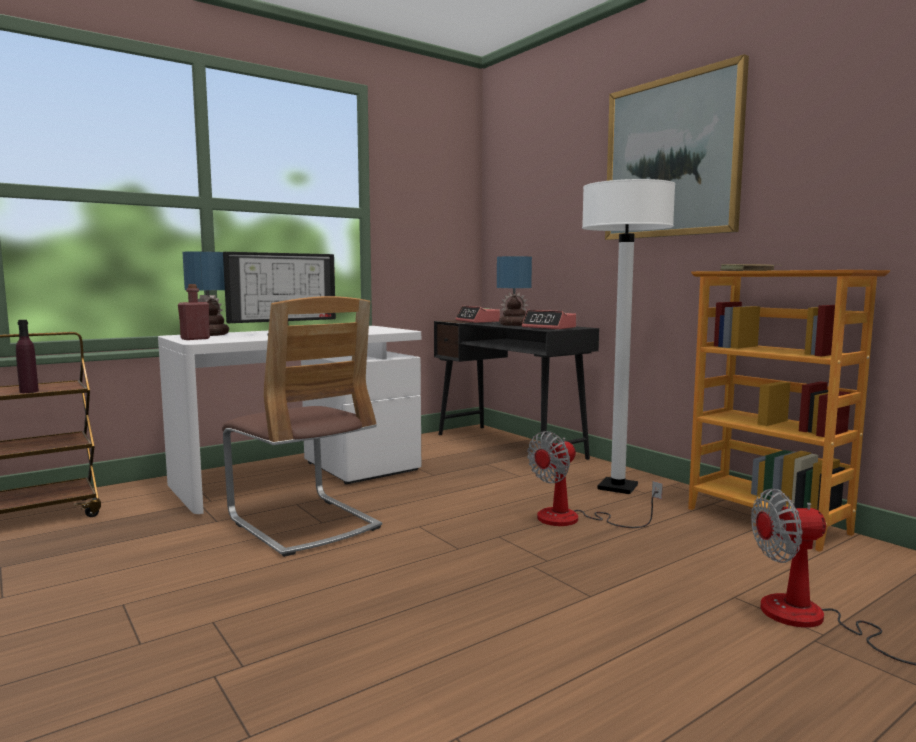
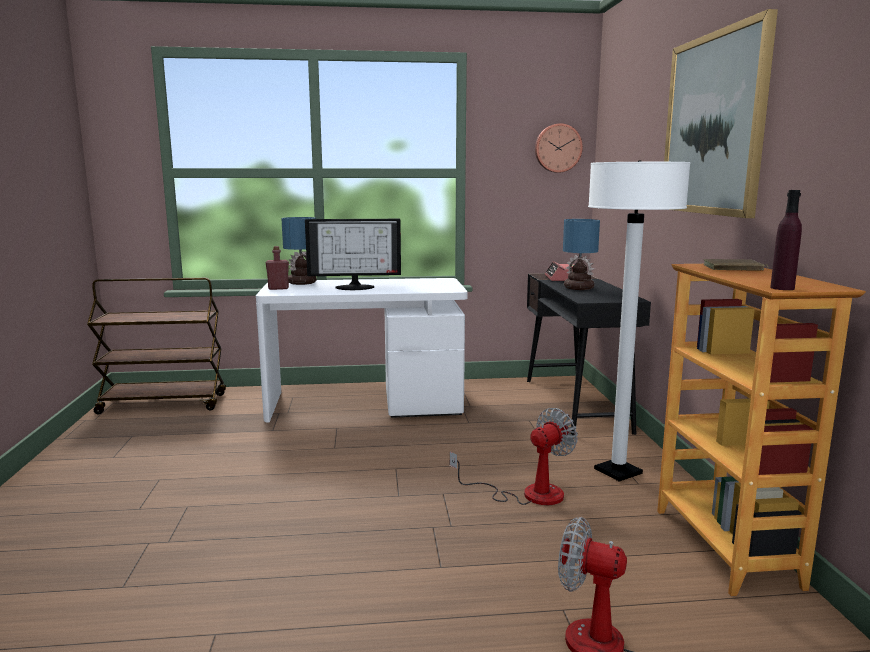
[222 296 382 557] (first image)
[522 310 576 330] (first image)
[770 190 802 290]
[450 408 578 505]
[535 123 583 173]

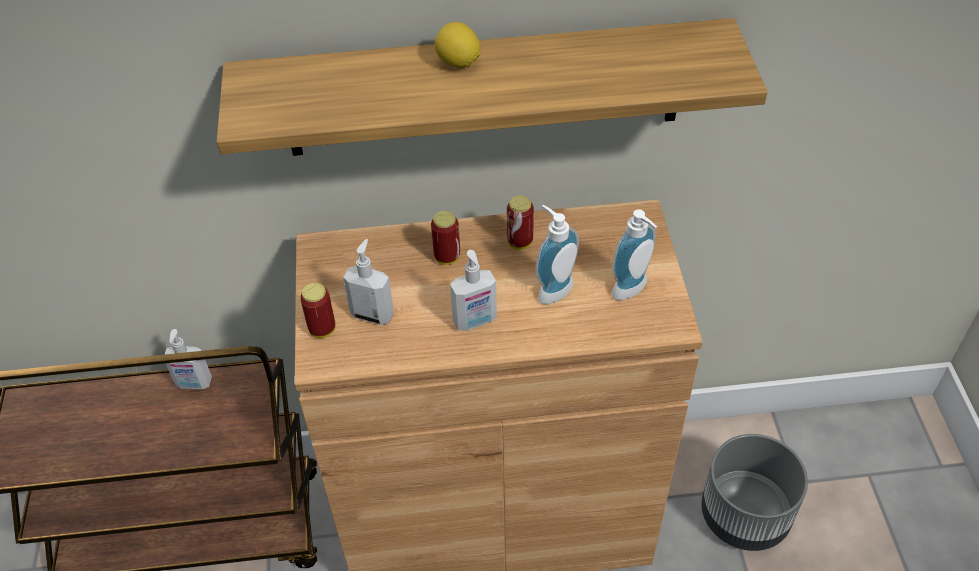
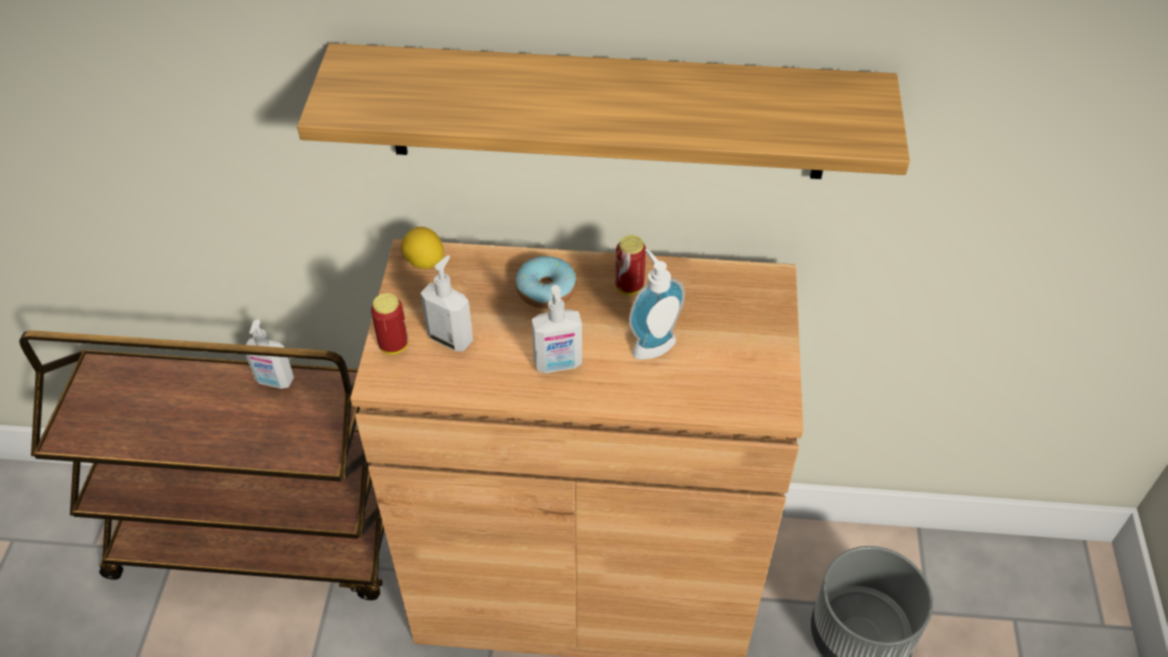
[401 227 444 269]
[612 209 657 300] (first image)
[516 256 577 309]

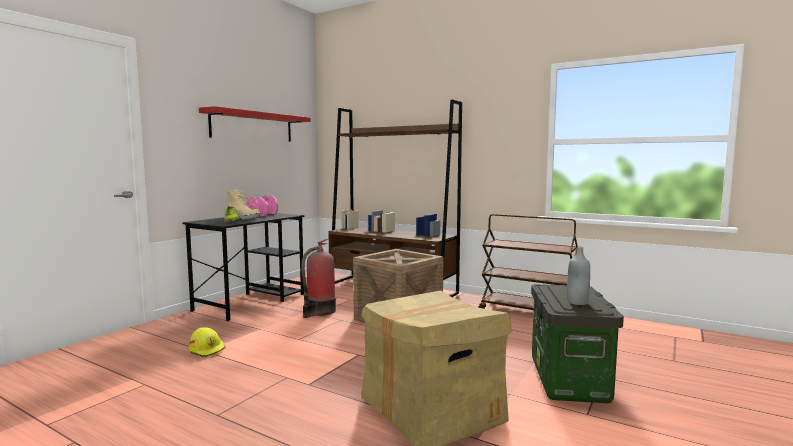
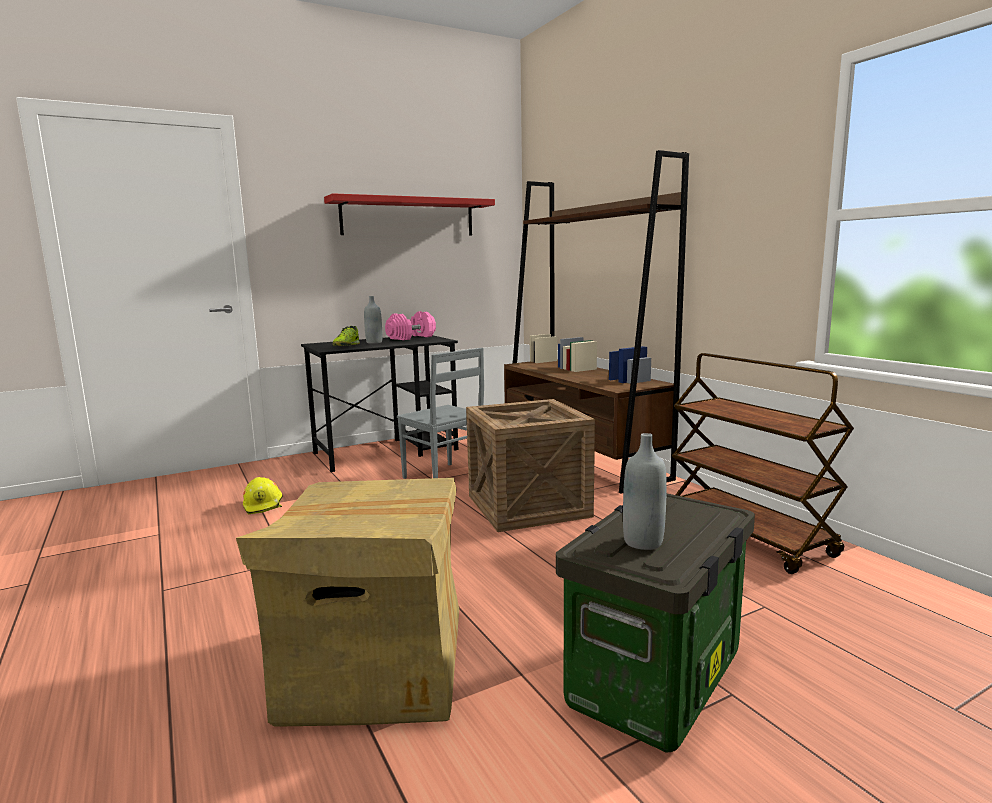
[364 296 382 344]
[397 348 484 479]

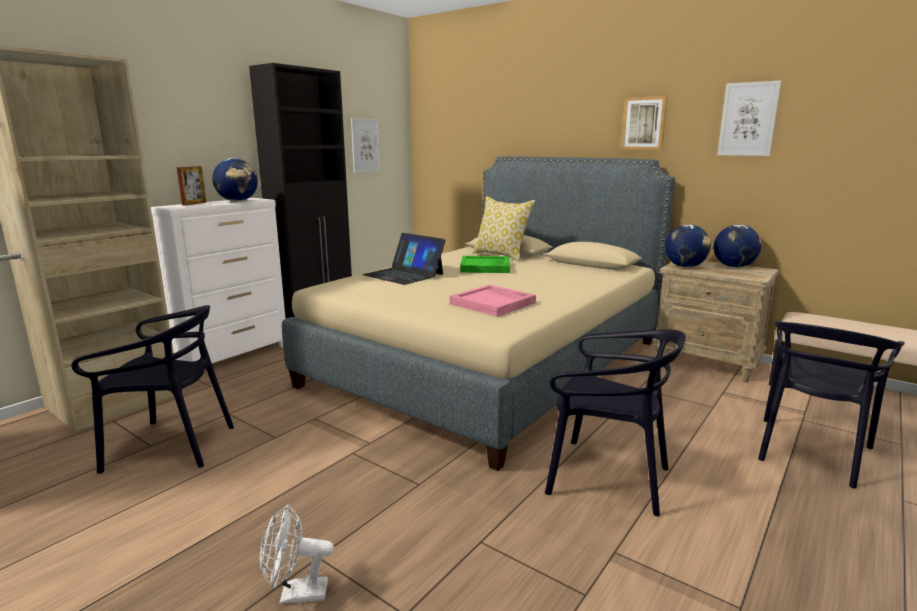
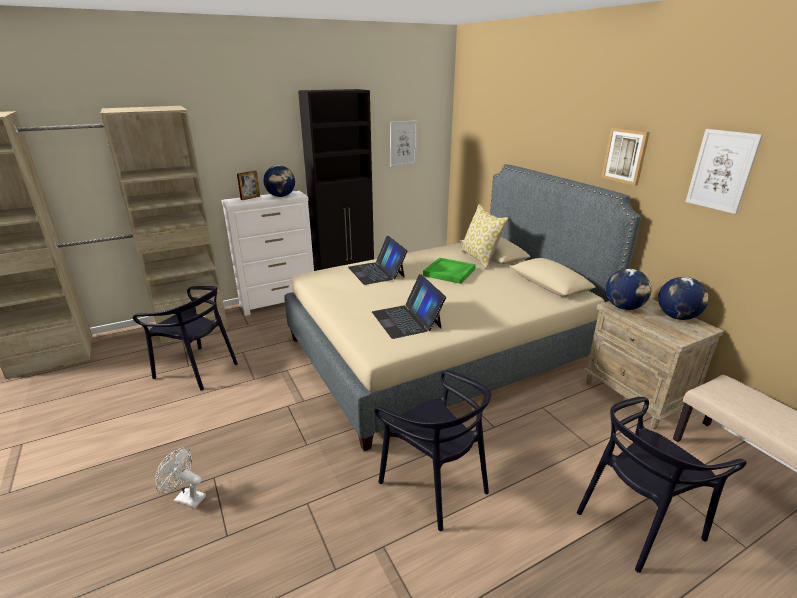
[372 274 446 339]

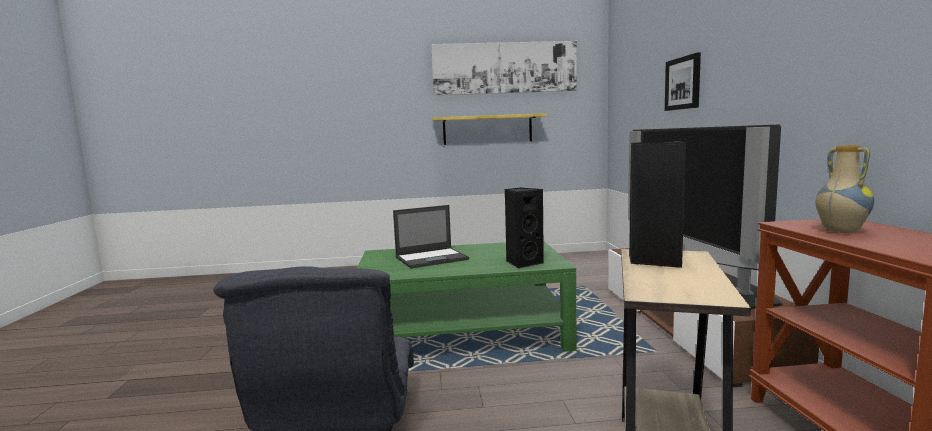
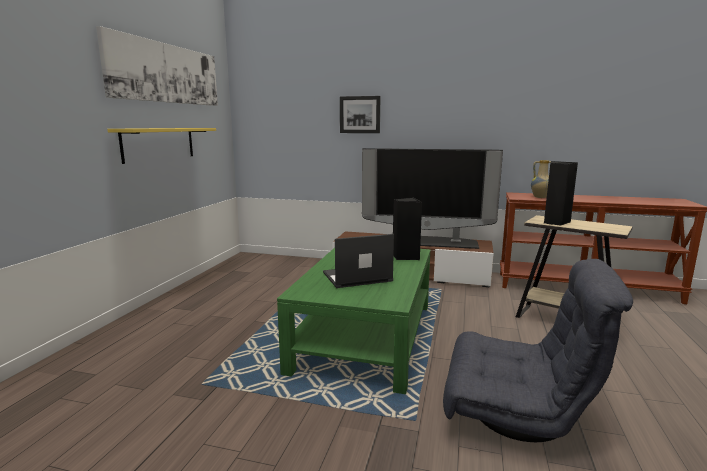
[323 234 394 288]

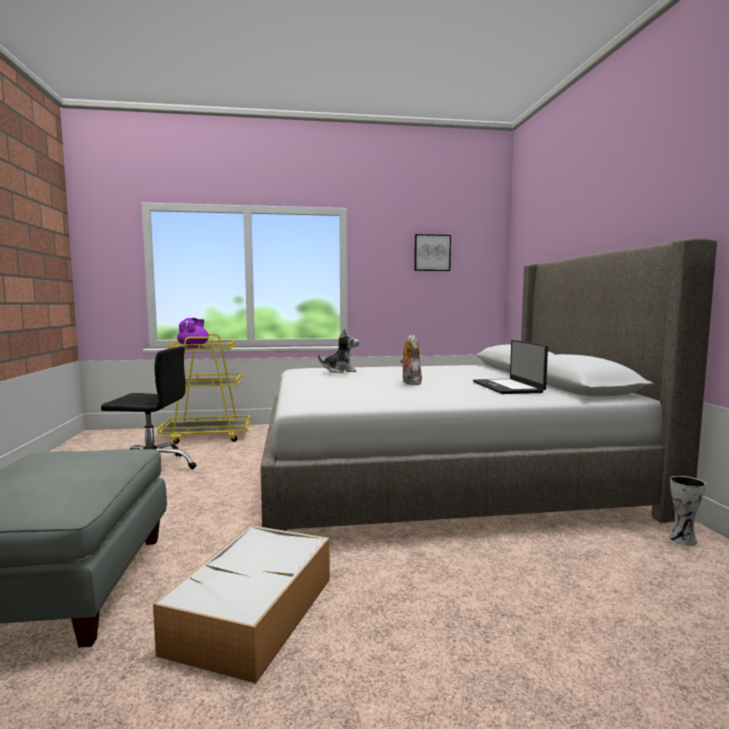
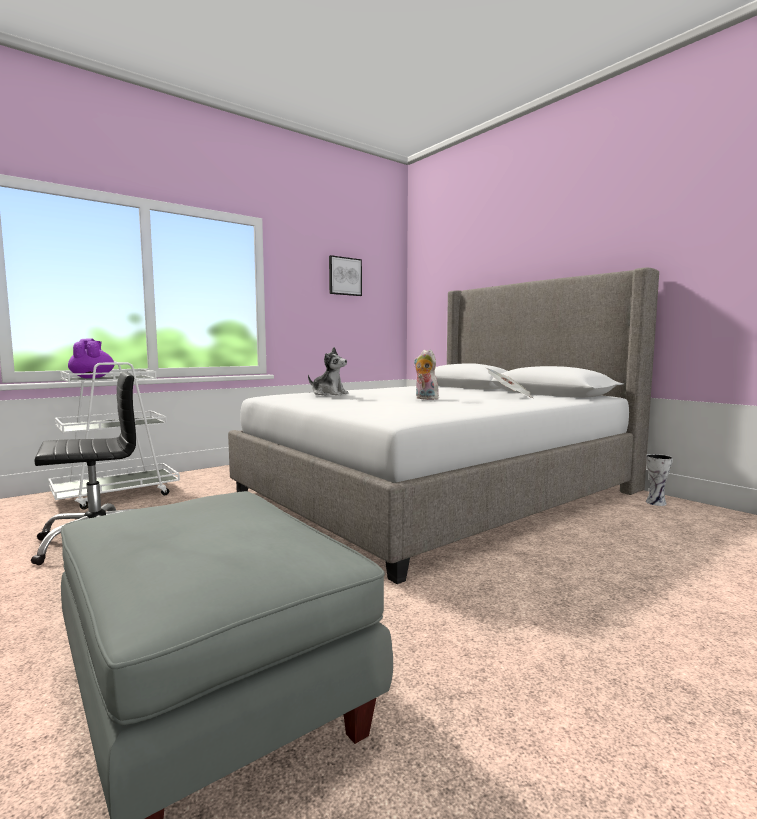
[308 347 348 395]
[48 361 180 509]
[486 368 533 398]
[153 525 330 683] (first image)

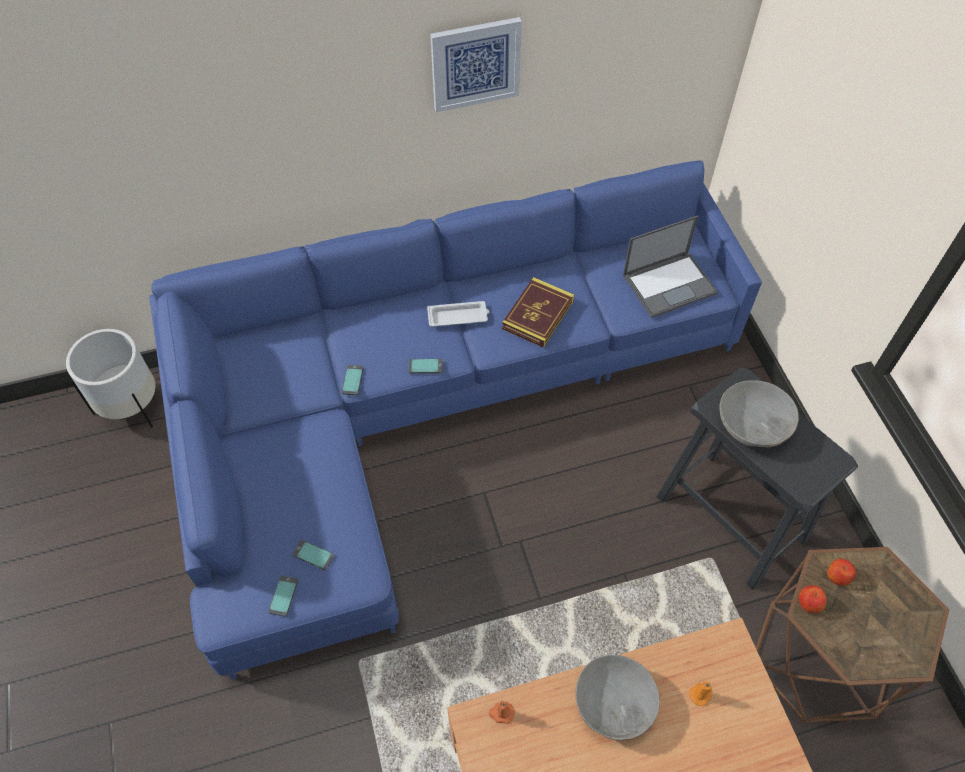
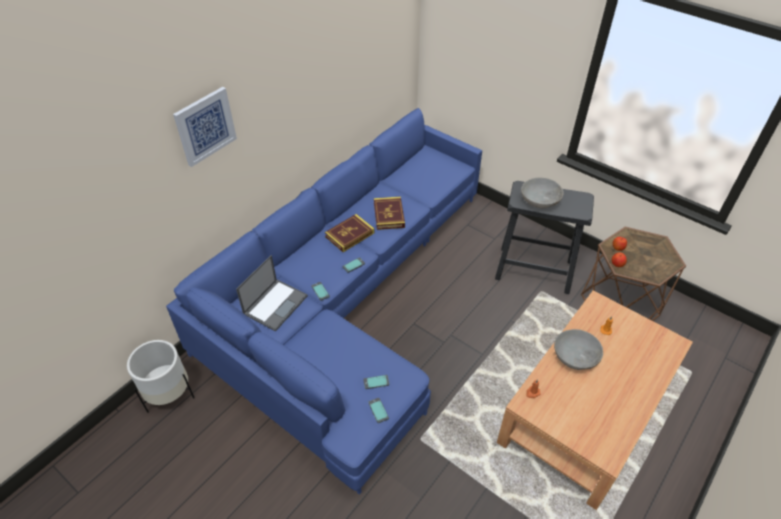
[173 87 237 167]
[236 255 308 332]
[325 214 374 252]

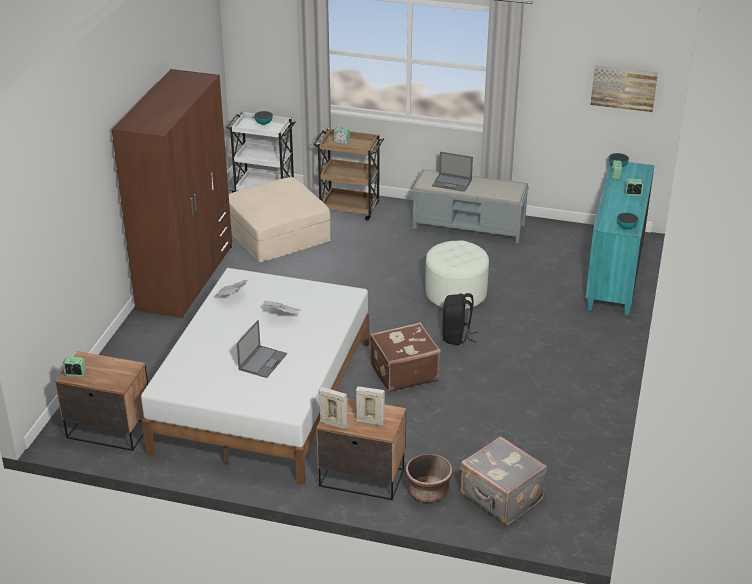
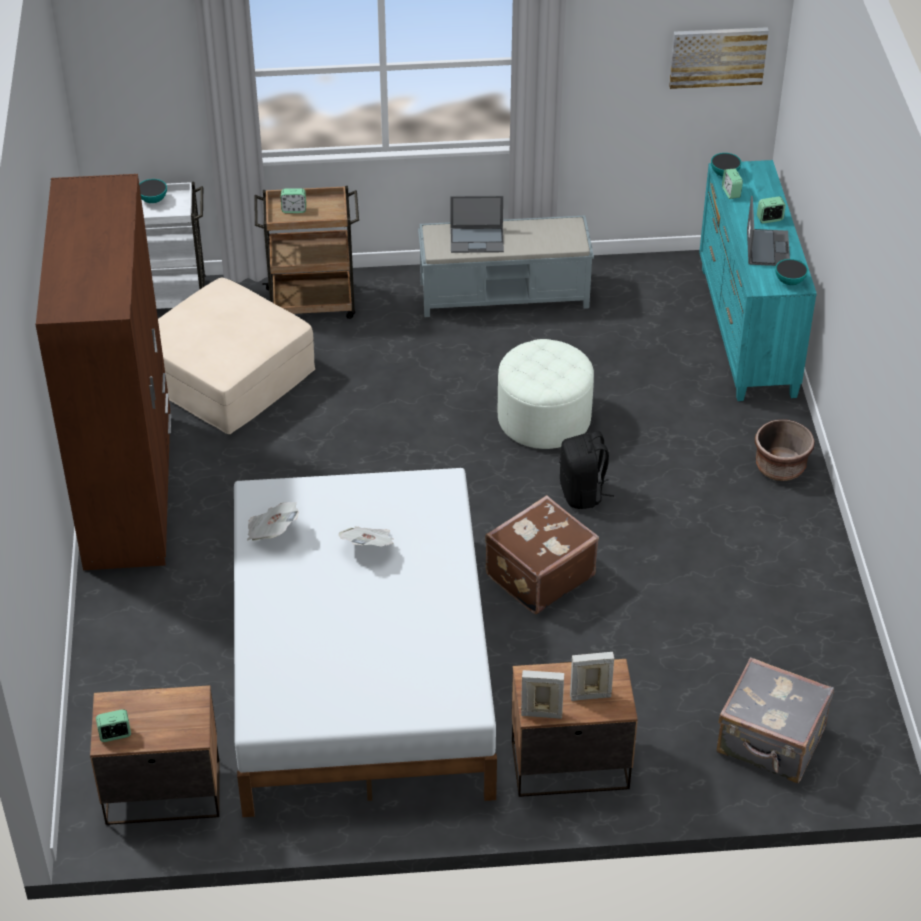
[747 196 790 266]
[755 419 815 481]

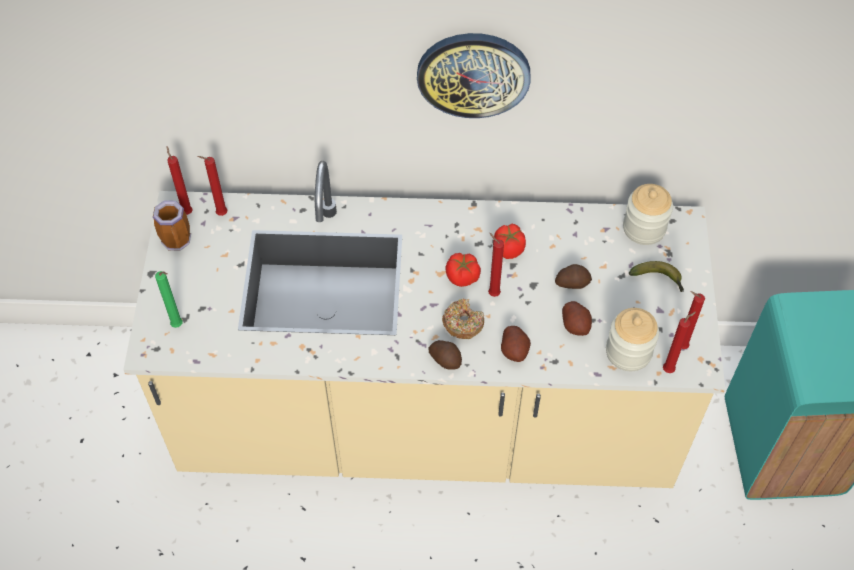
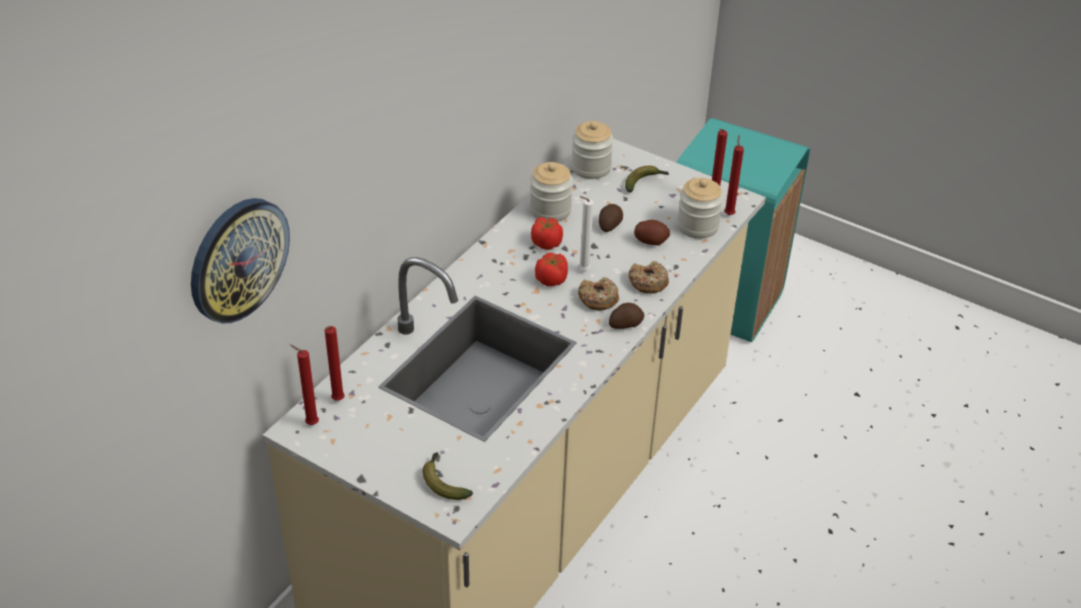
[191 198 290 323]
[153 200 191 251] (first image)
[579 196 593 270]
[423 452 473 500]
[628 261 669 294]
[530 162 573 222]

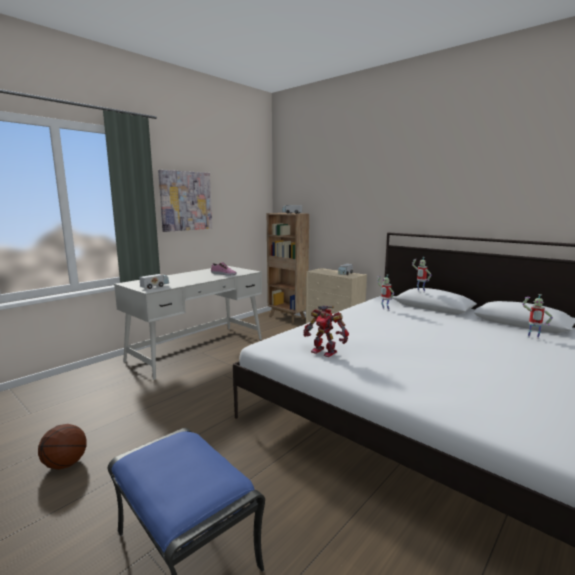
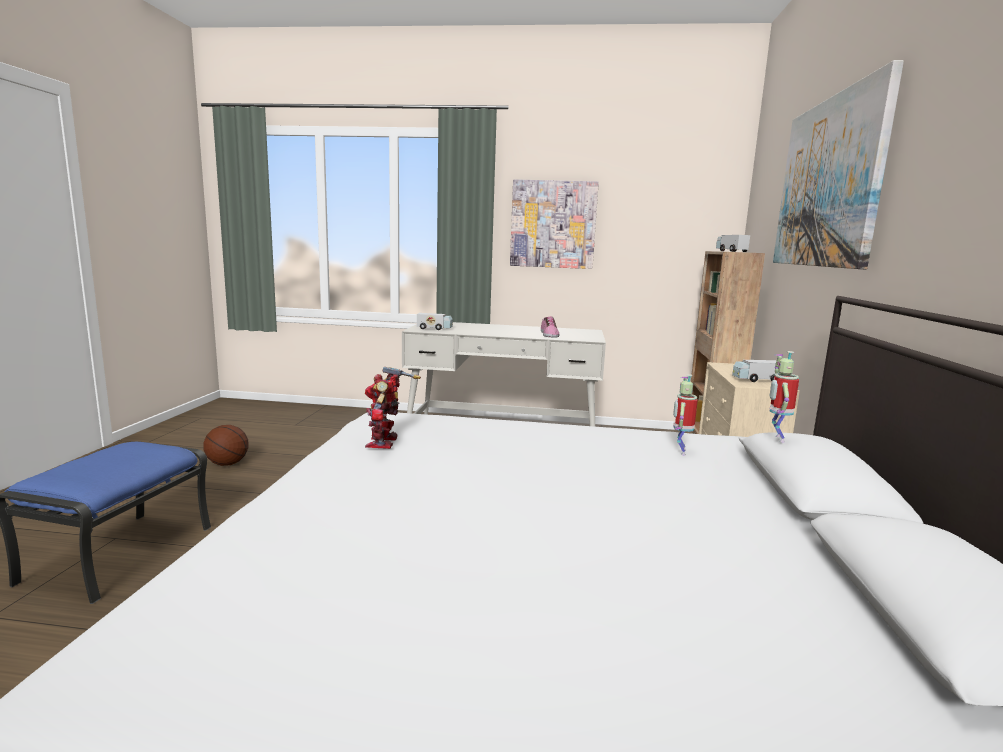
[522 294 553 339] (first image)
[773 60 904 269]

